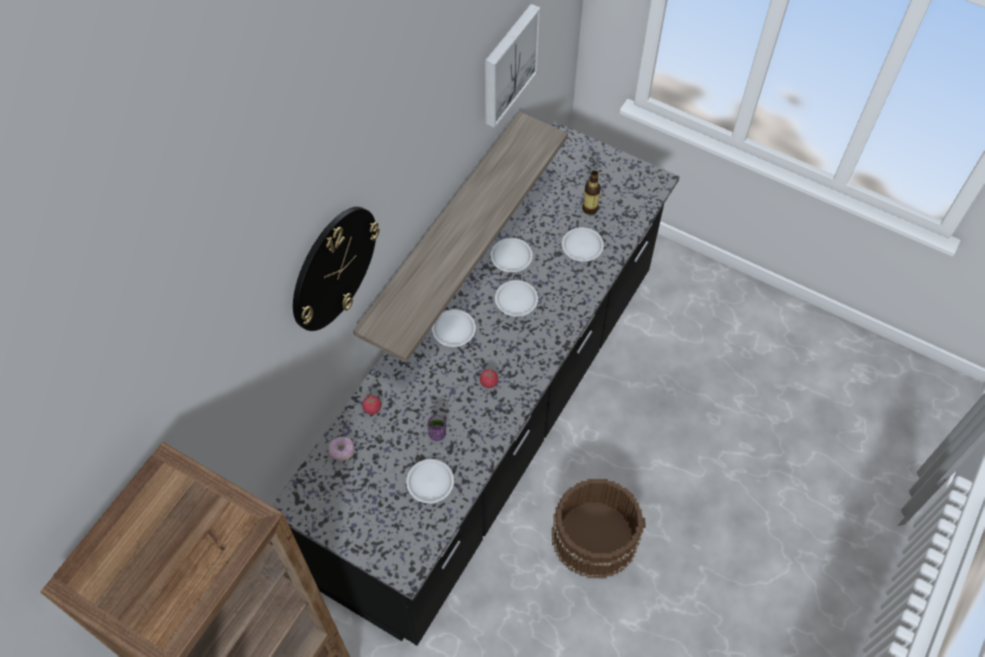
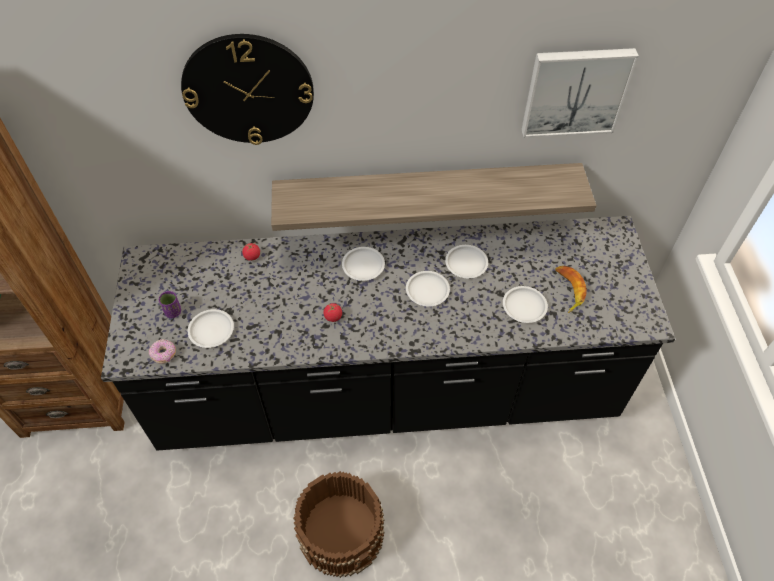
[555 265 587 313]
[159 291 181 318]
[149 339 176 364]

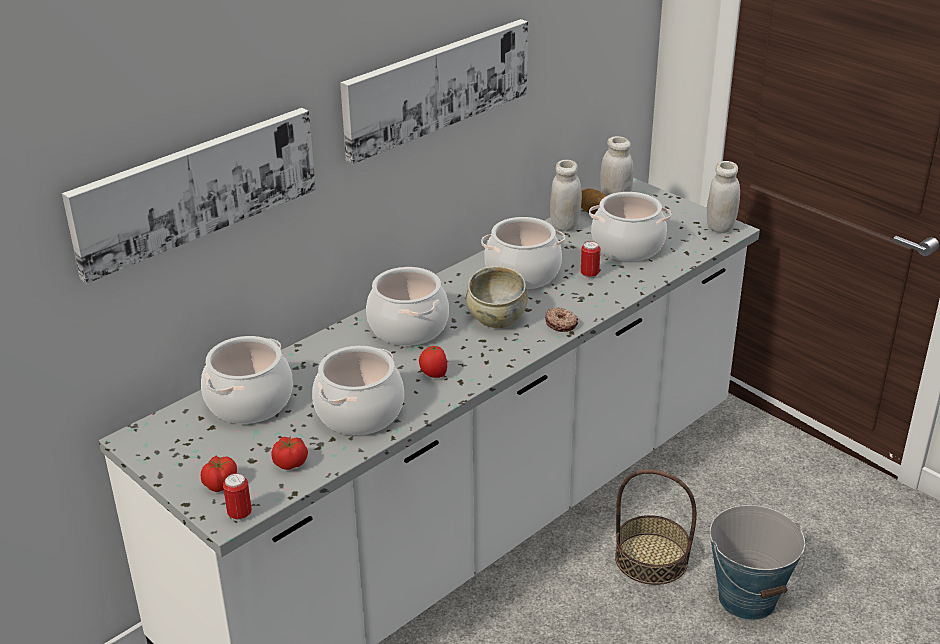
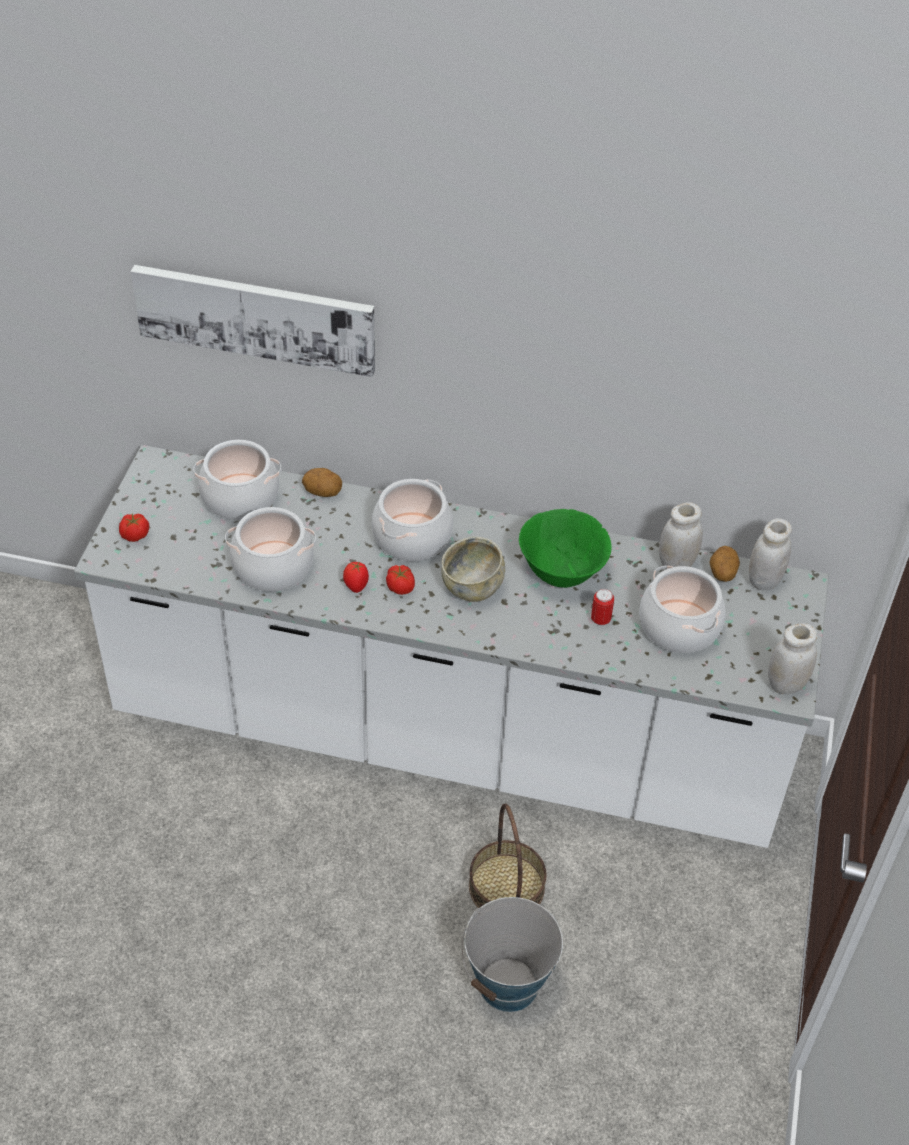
[340 19 528 164] (first image)
[519 509 612 588]
[545 307 578 332] (first image)
[386 565 415 595]
[223 473 252 521] (first image)
[302 468 342 497]

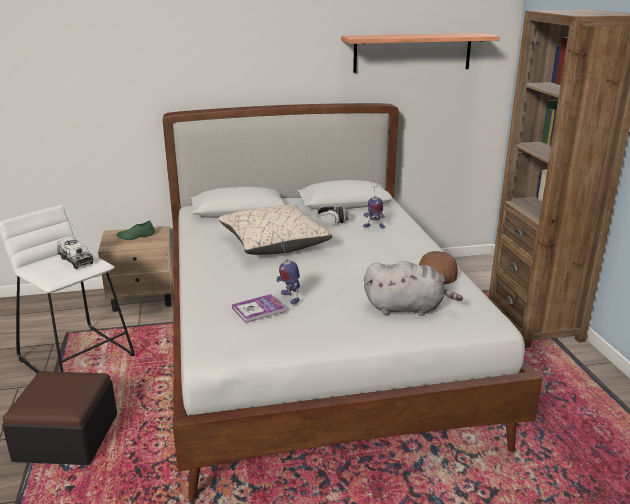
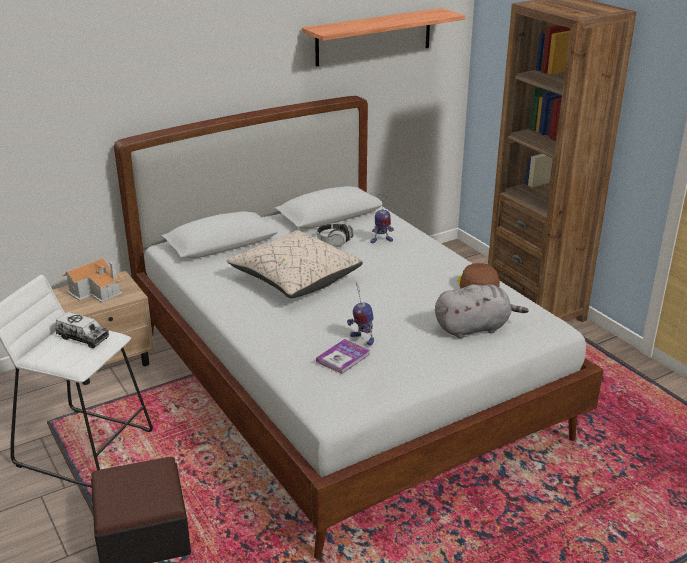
[62 258 123 303]

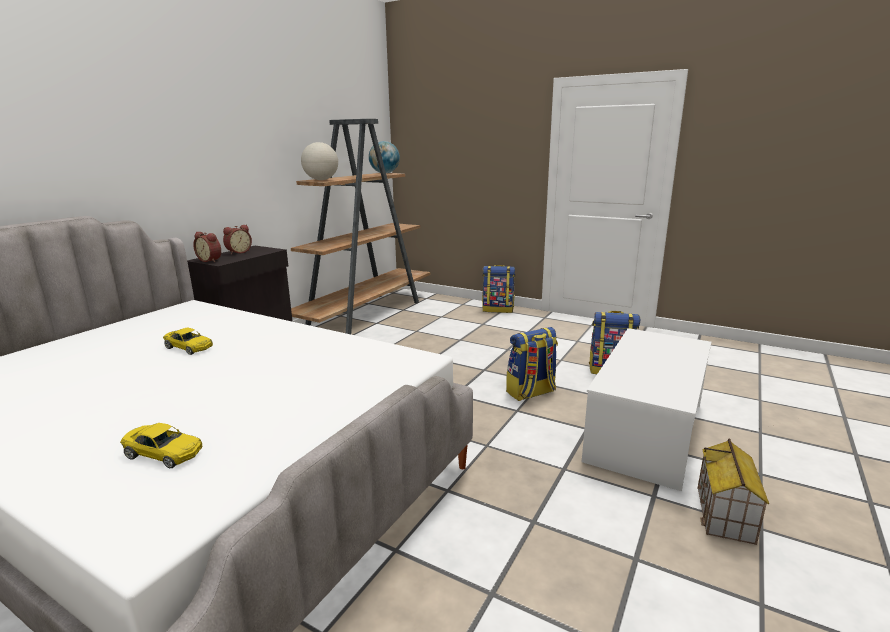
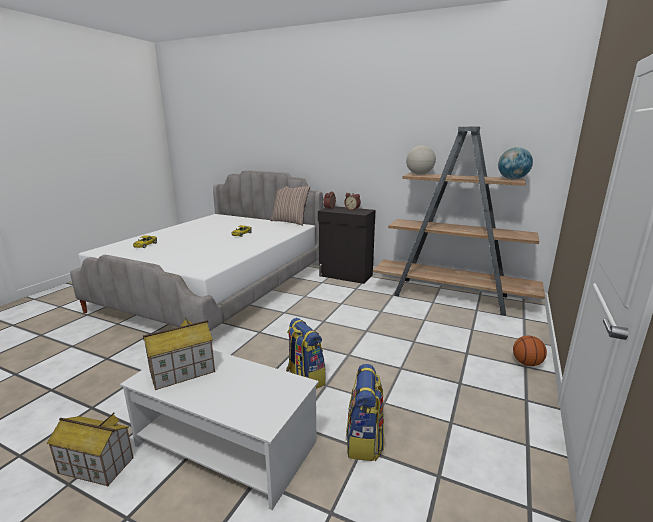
[513 336 547 366]
[270 186 310 226]
[143 317 215 390]

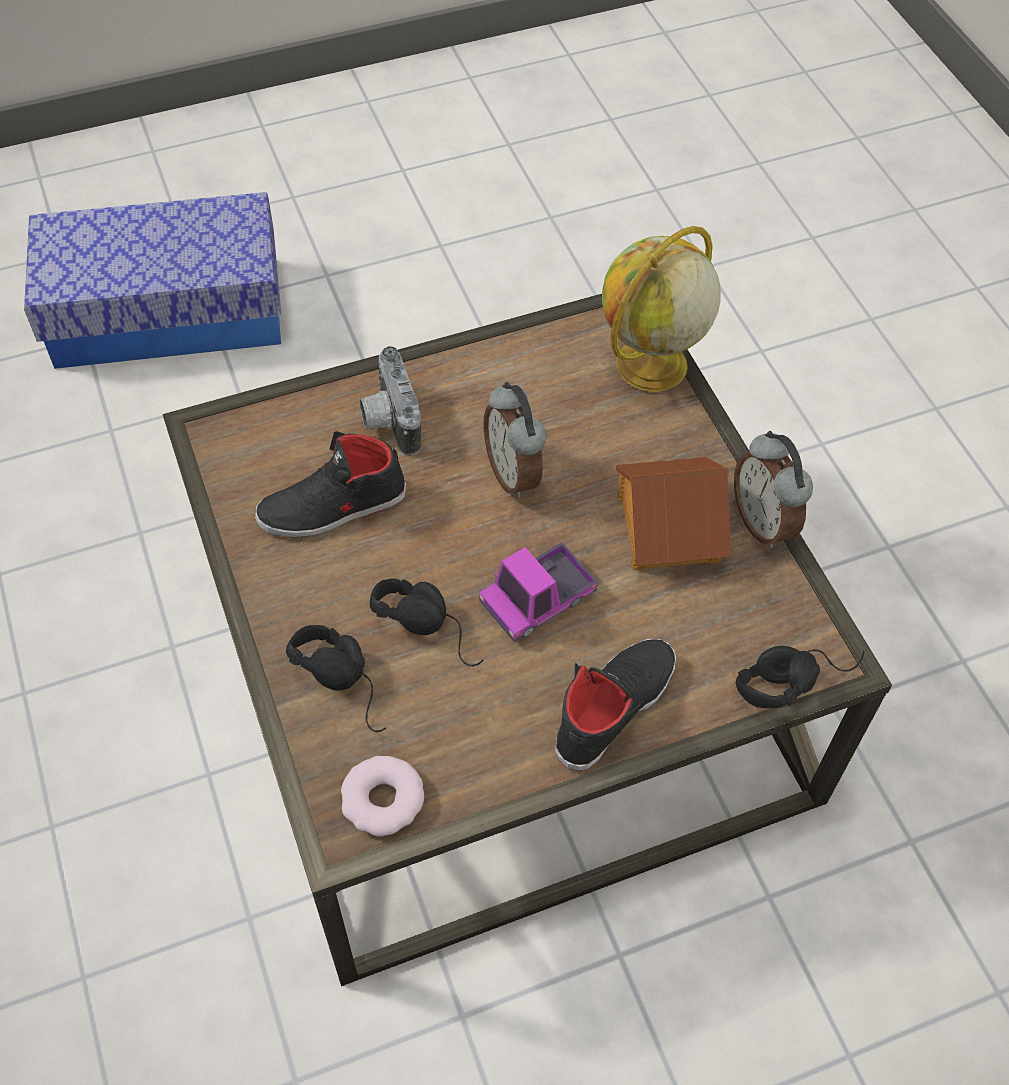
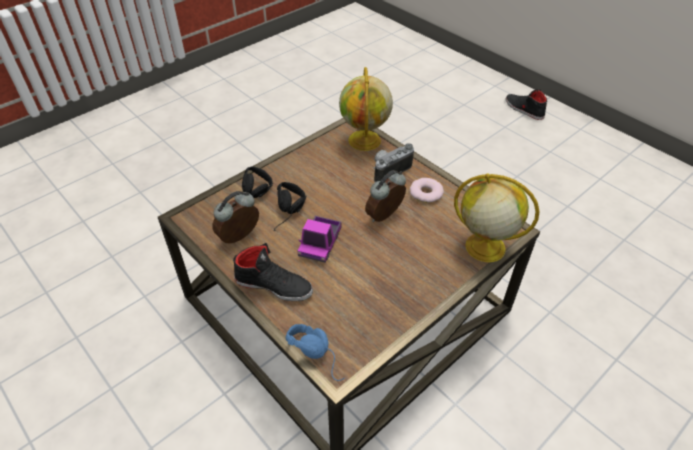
[24 192 281 369] (first image)
[506 89 547 120]
[212 191 259 244]
[616 457 731 570] (first image)
[298 216 342 263]
[286 324 344 381]
[410 178 444 203]
[339 67 393 151]

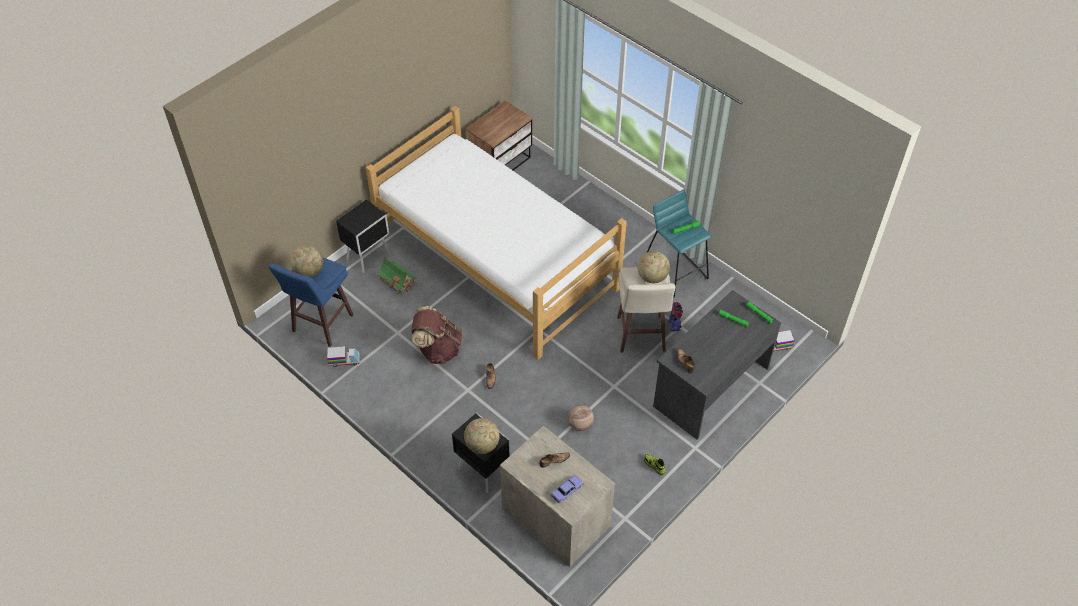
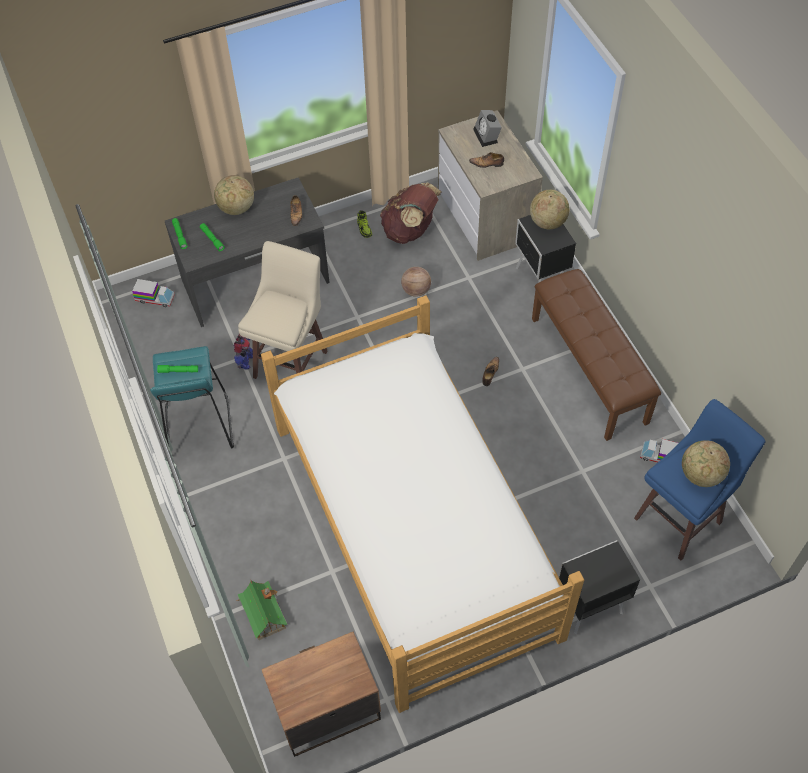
[214 175 254 215]
[236 579 288 640]
[380 183 441 244]
[473 110 502 147]
[532 269 661 441]

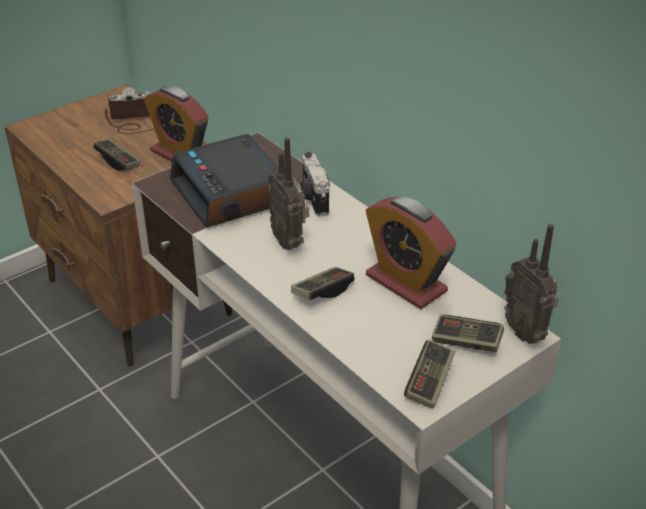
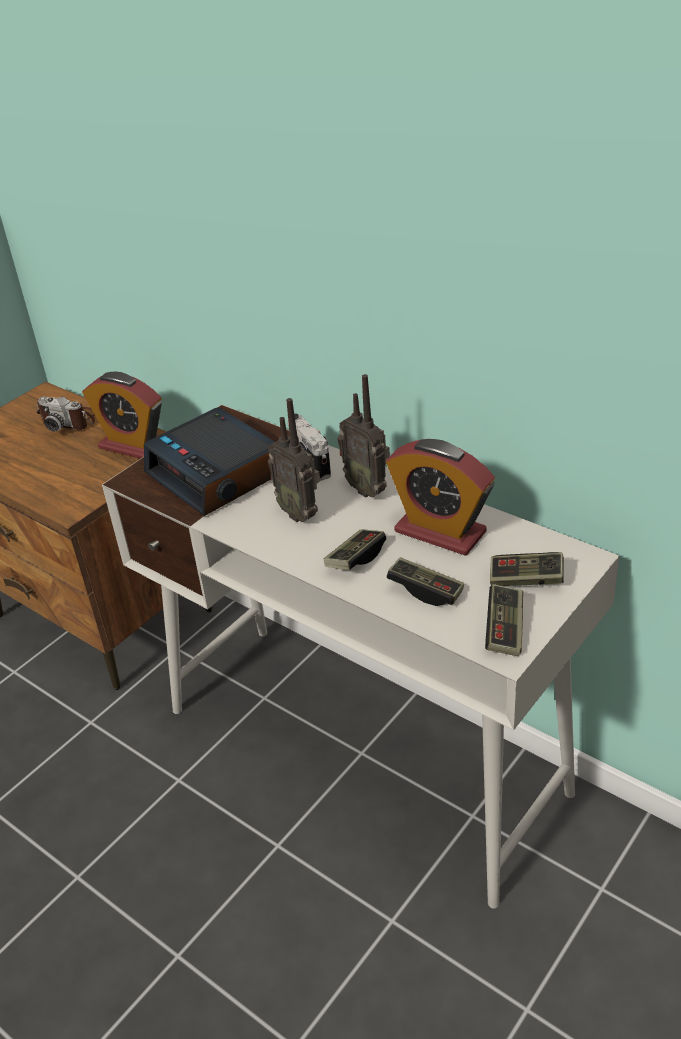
[37 396 95 432]
[387 557 464 606]
[338 374 390 497]

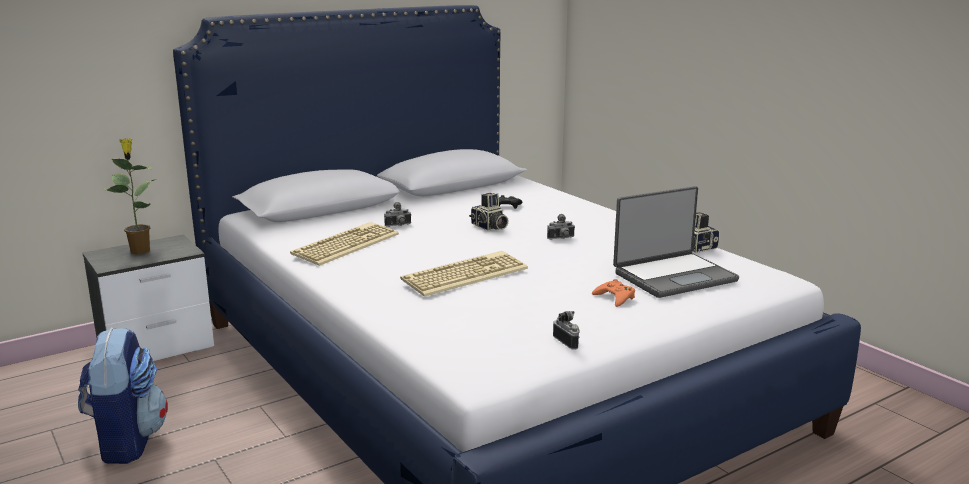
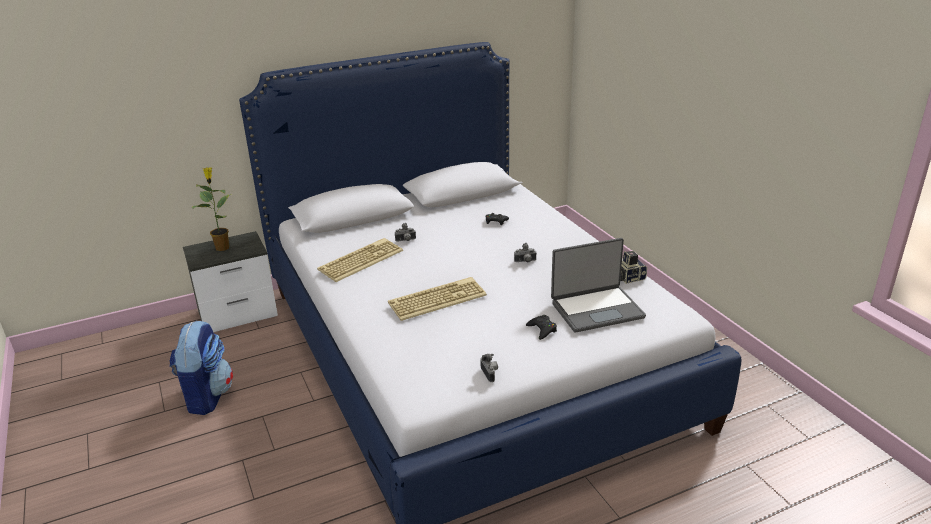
[469 193 508 231] (first image)
[526 315 557 340]

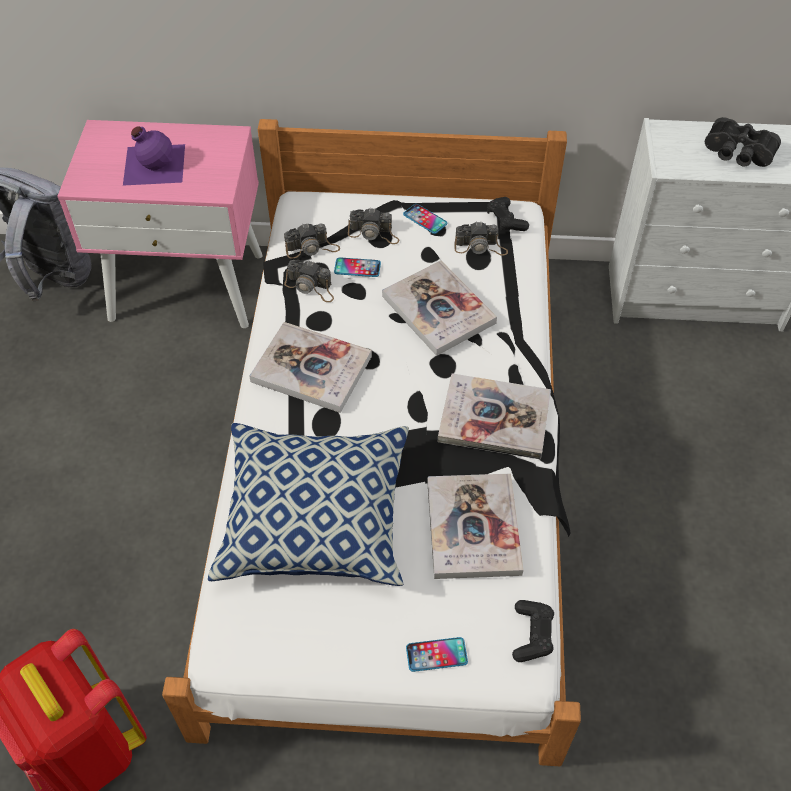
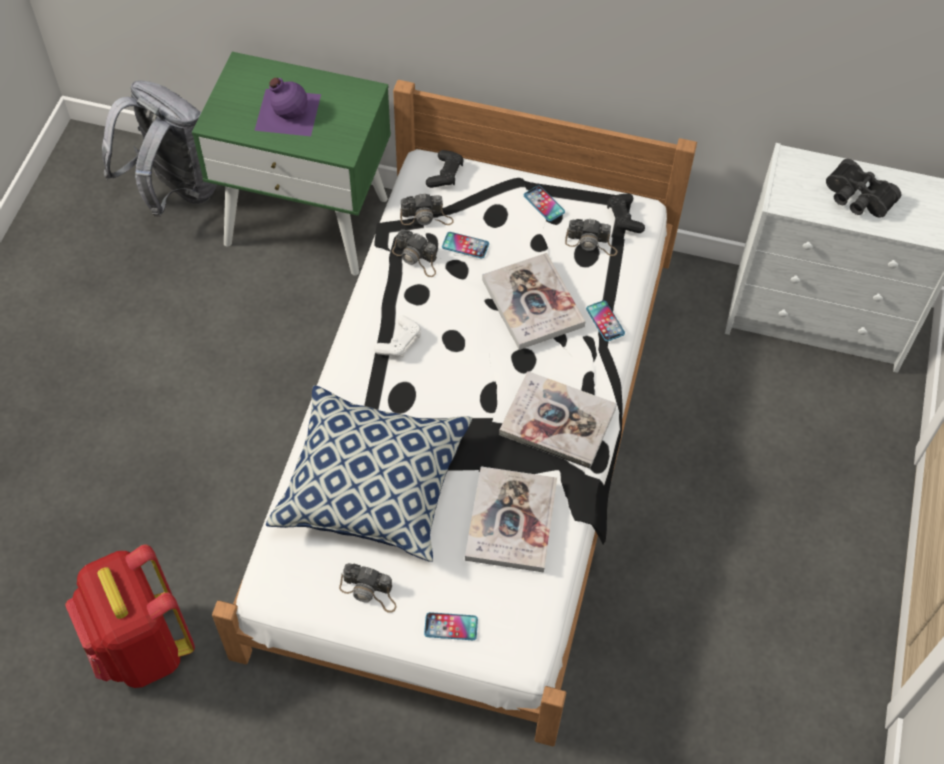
[192 52 391 275]
[339 563 397 613]
[374 315 421 358]
[426 150 463 188]
[586 300 625 341]

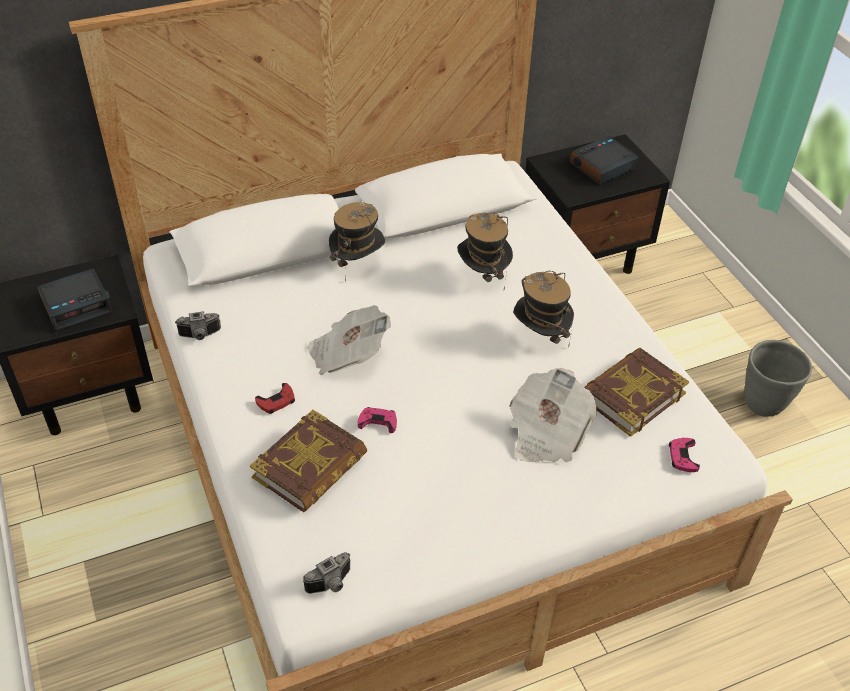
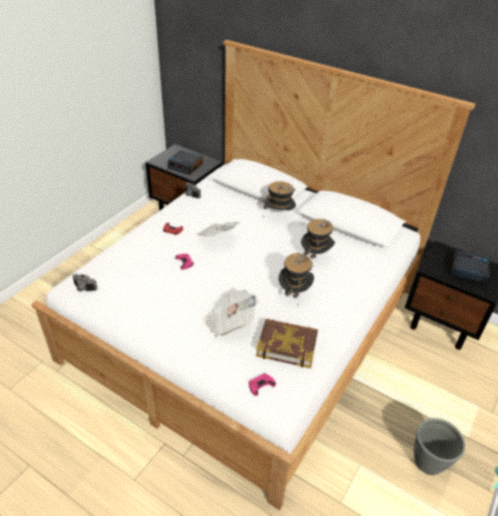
[250 410 367 512] (first image)

